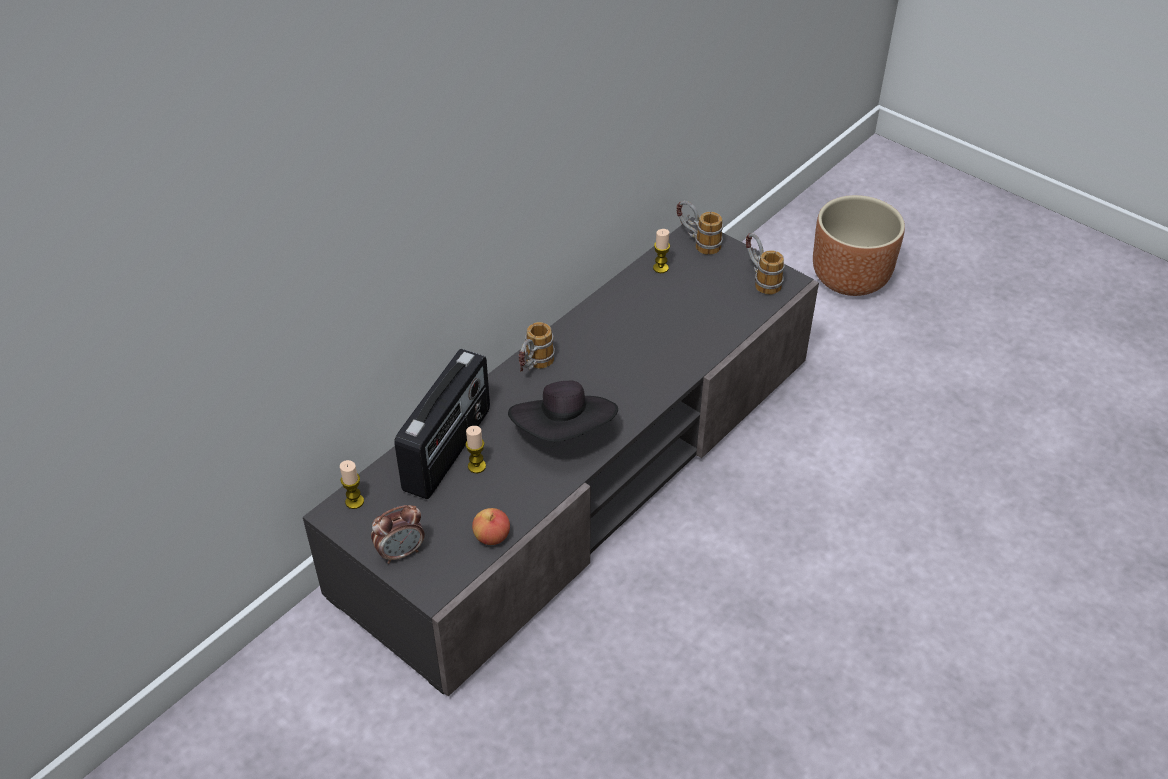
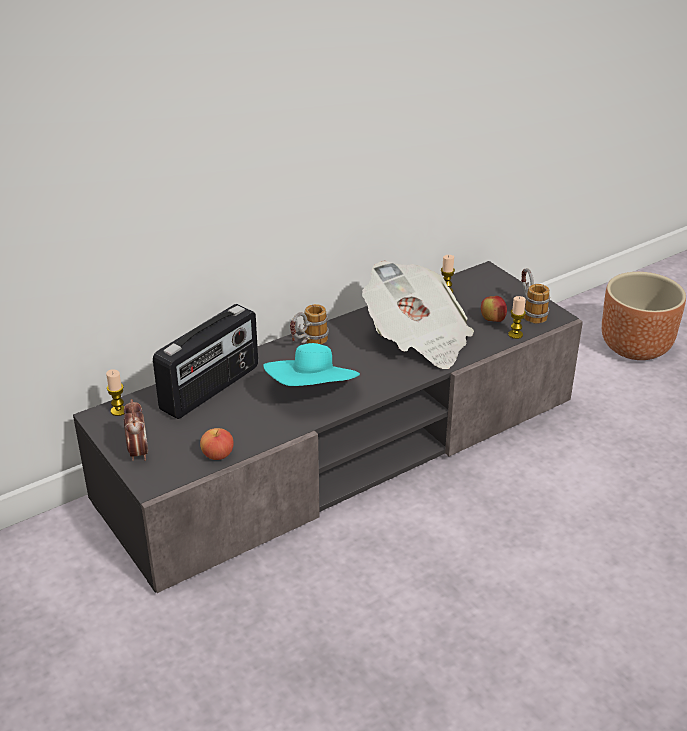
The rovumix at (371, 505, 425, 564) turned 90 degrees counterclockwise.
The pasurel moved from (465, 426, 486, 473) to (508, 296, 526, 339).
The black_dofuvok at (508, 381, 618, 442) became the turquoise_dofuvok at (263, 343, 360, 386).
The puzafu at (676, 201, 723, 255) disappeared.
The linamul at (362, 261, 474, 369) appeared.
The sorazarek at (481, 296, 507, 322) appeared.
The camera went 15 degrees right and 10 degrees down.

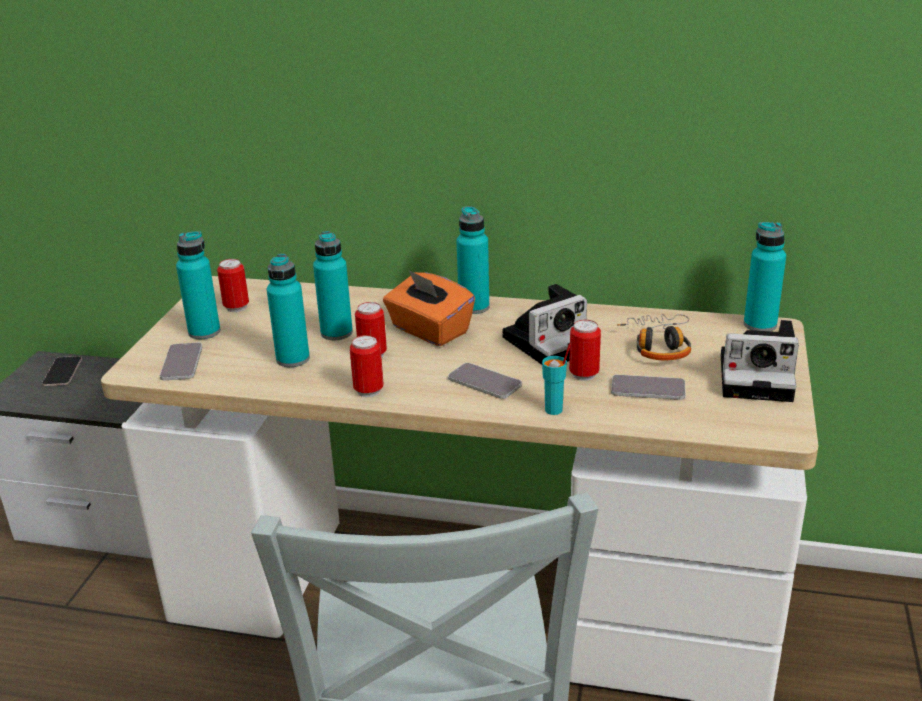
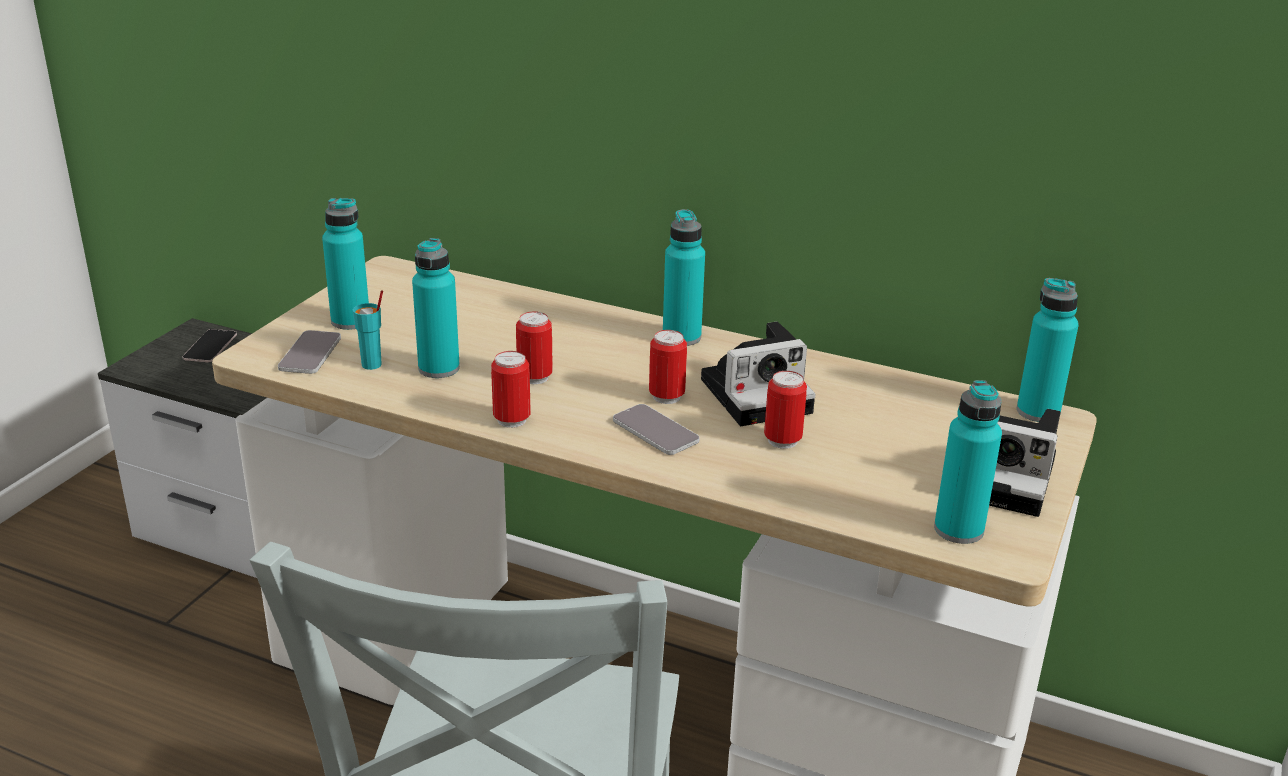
The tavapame moved from (217, 259, 249, 312) to (649, 330, 687, 404).
The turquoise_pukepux moved from (313, 231, 353, 340) to (934, 380, 1002, 544).
The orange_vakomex at (383, 270, 475, 346) disappeared.
The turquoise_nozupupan moved from (542, 343, 571, 415) to (353, 290, 383, 370).
The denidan at (611, 375, 686, 400) disappeared.
The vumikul at (617, 314, 691, 360) disappeared.
The camera went 10 degrees right and 0 degrees up.

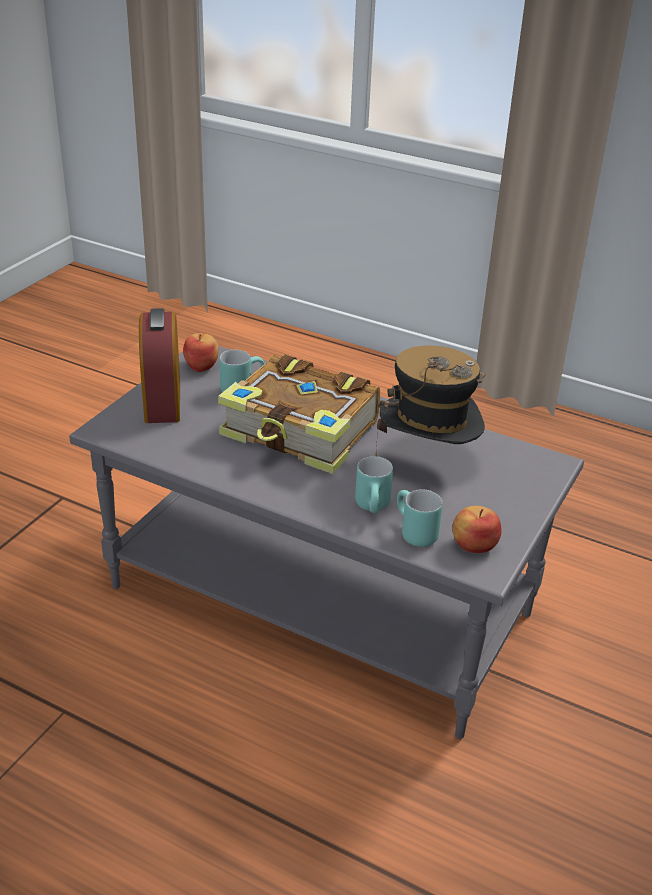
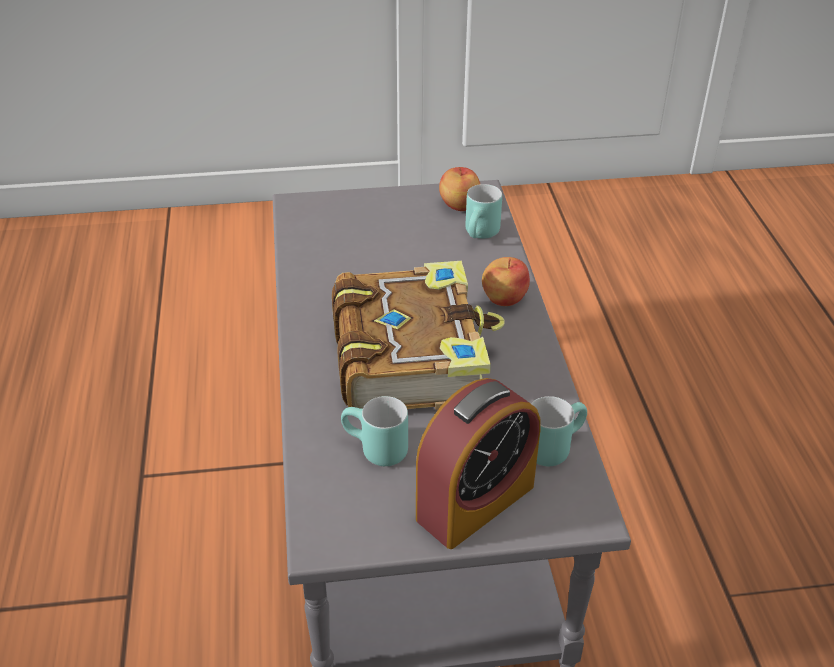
The sorazarek moved from (183, 333, 219, 372) to (482, 257, 530, 306).
The turquoise_puzafu moved from (355, 456, 393, 513) to (531, 396, 587, 466).
The dofuvok at (375, 345, 486, 456) disappeared.
The camera went 125 degrees left and 5 degrees up.

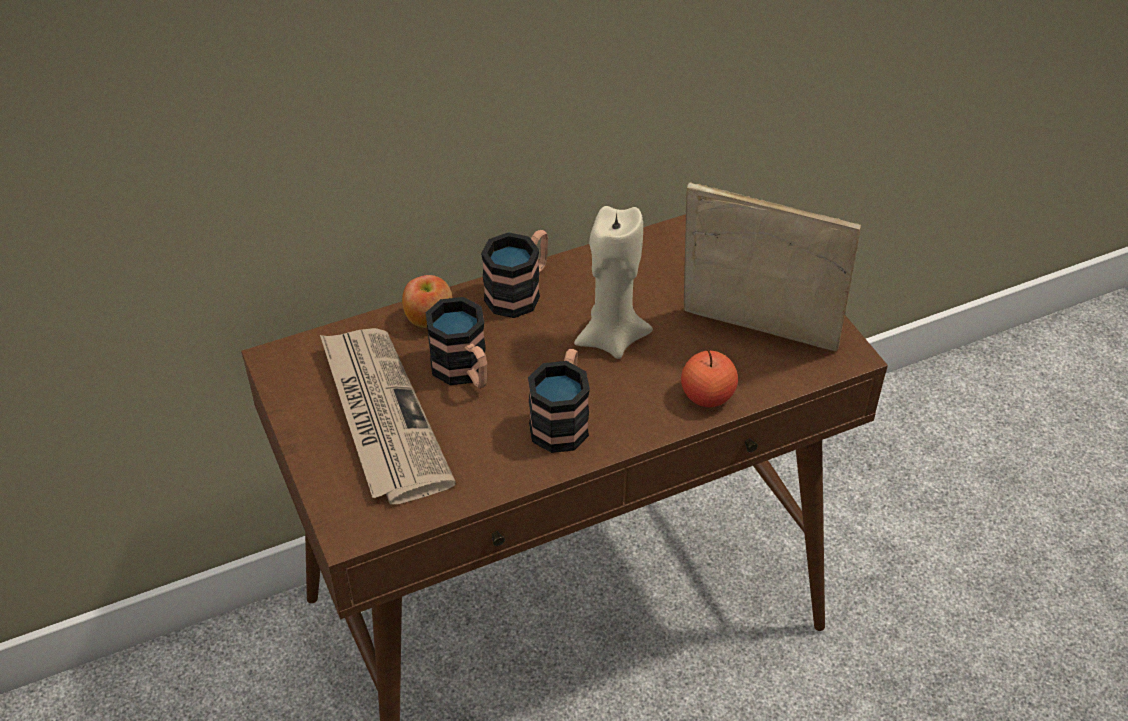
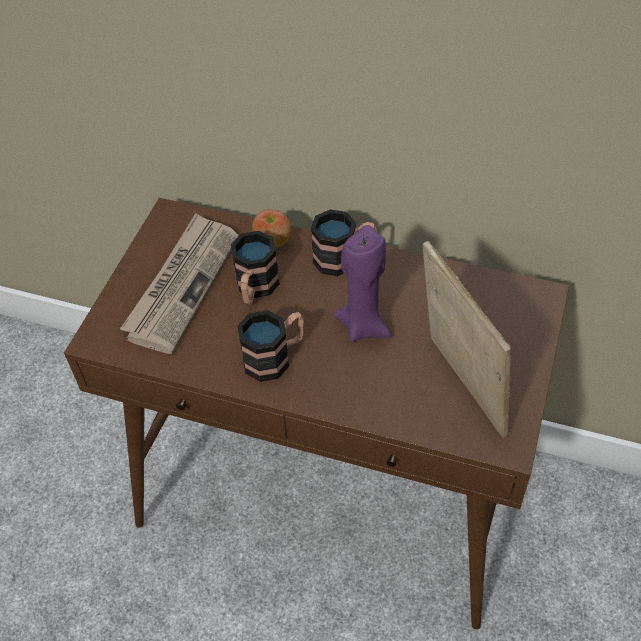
The beige_pasurel at (574, 206, 653, 359) became the purple_pasurel at (333, 225, 392, 342).
The sorazarek at (681, 349, 738, 407) disappeared.
The camera went 45 degrees right and 5 degrees up.

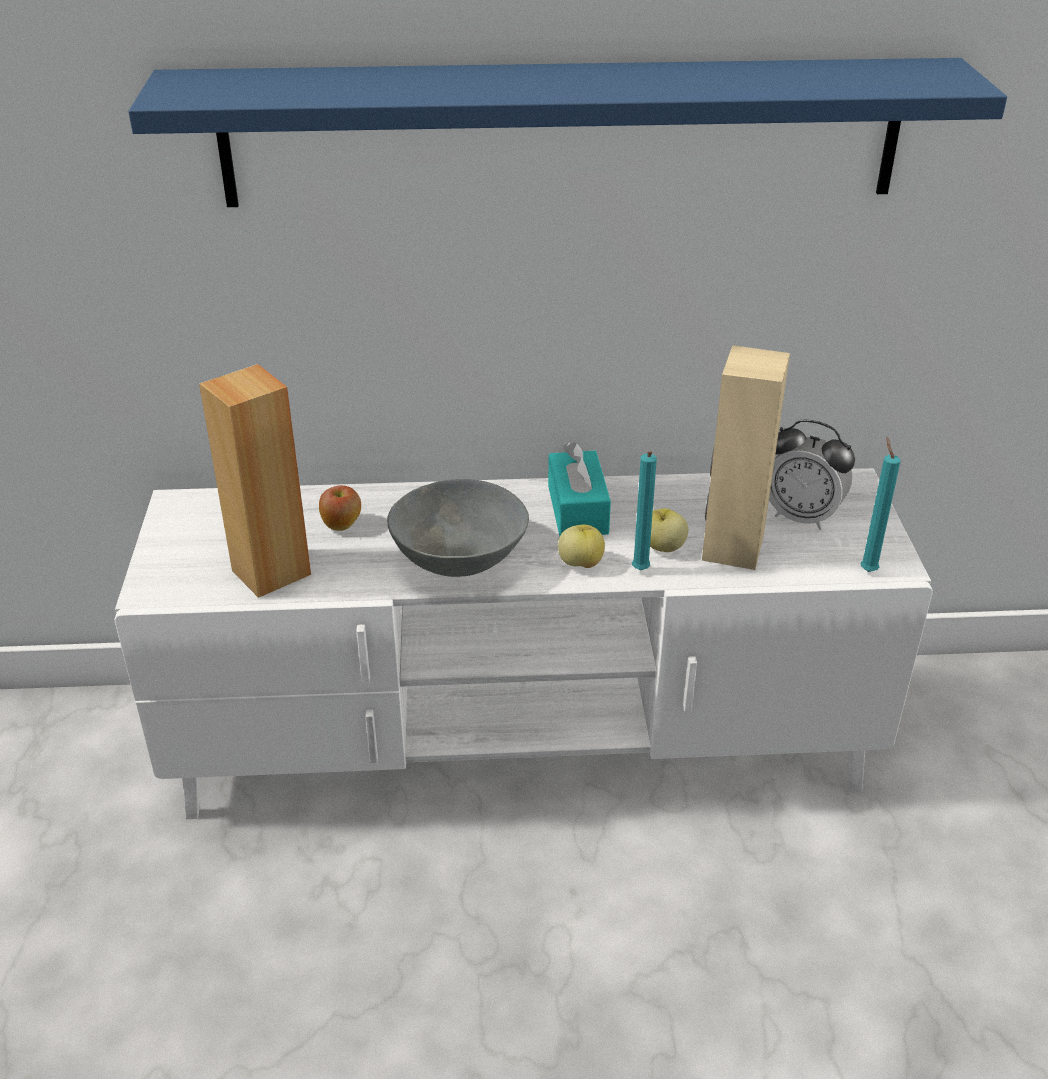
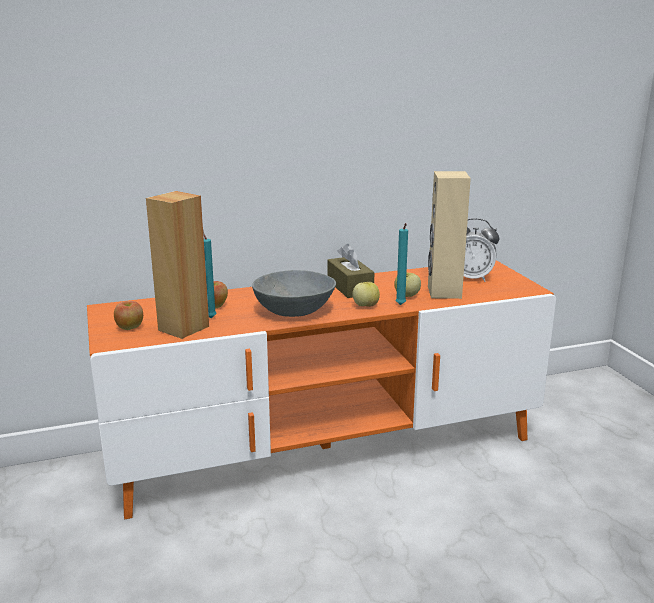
The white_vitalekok at (115, 468, 933, 819) became the orange_vitalekok at (87, 260, 556, 519).
The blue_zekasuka at (128, 58, 1007, 207) disappeared.
The turquoise_vakomex at (548, 442, 611, 536) became the brown_vakomex at (327, 244, 374, 298).
The turquoise_pasurel moved from (860, 437, 901, 572) to (203, 230, 217, 318).
The sorazarek at (114, 301, 143, 330) appeared.
The camera went 15 degrees left and 15 degrees down.

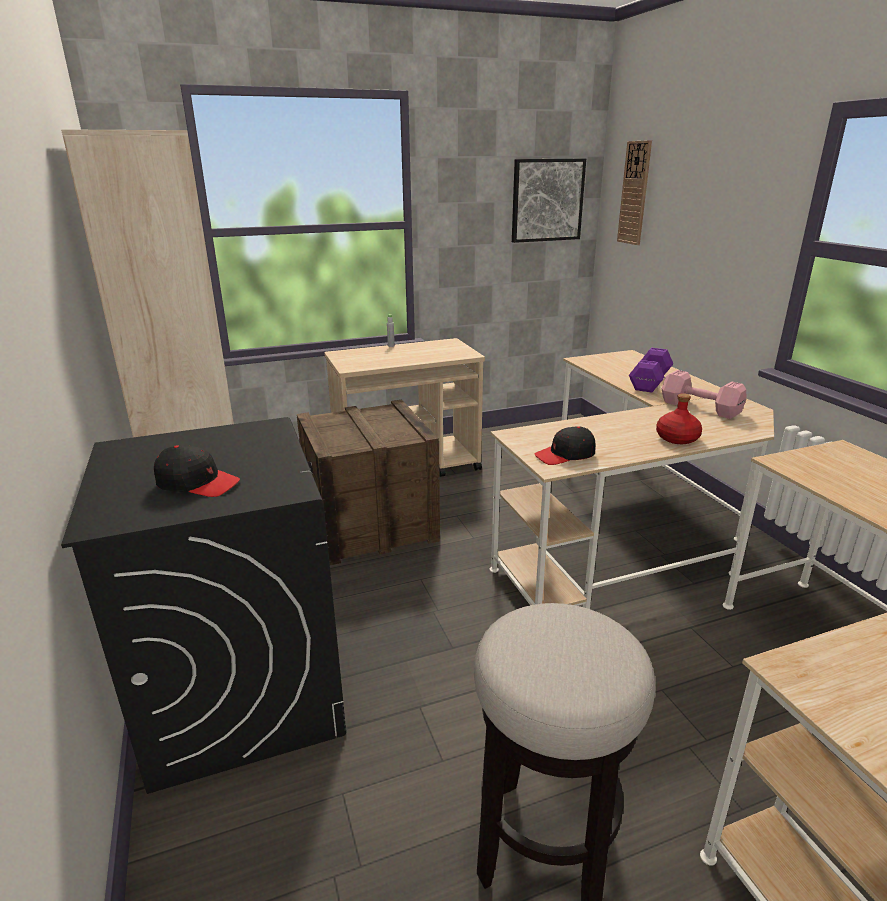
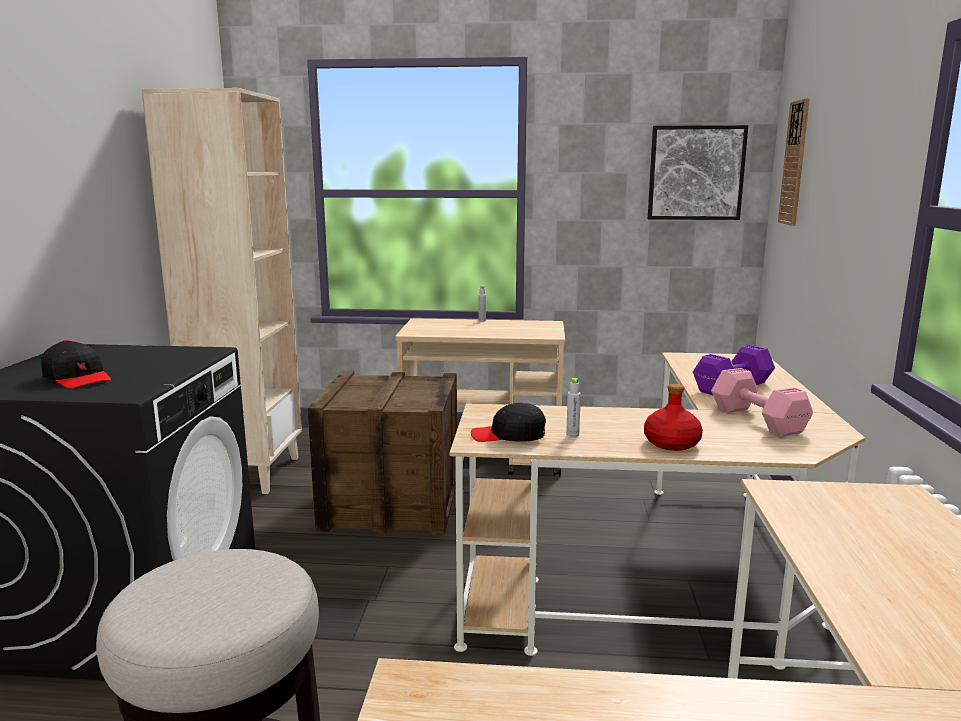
The grey_pukepux at (566, 378, 581, 437) appeared.
The camera went 25 degrees right and 10 degrees down.

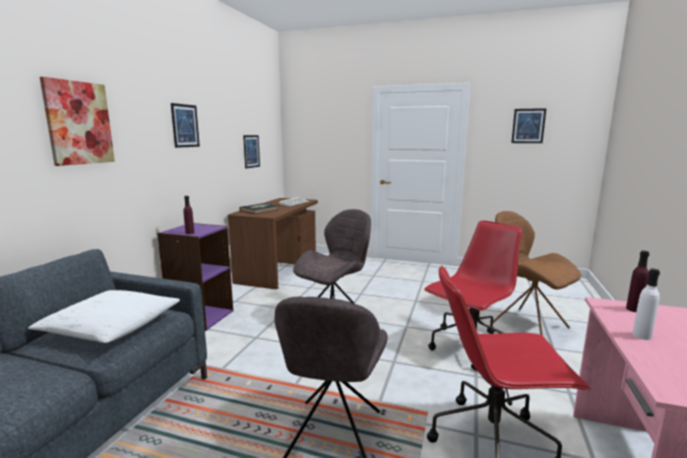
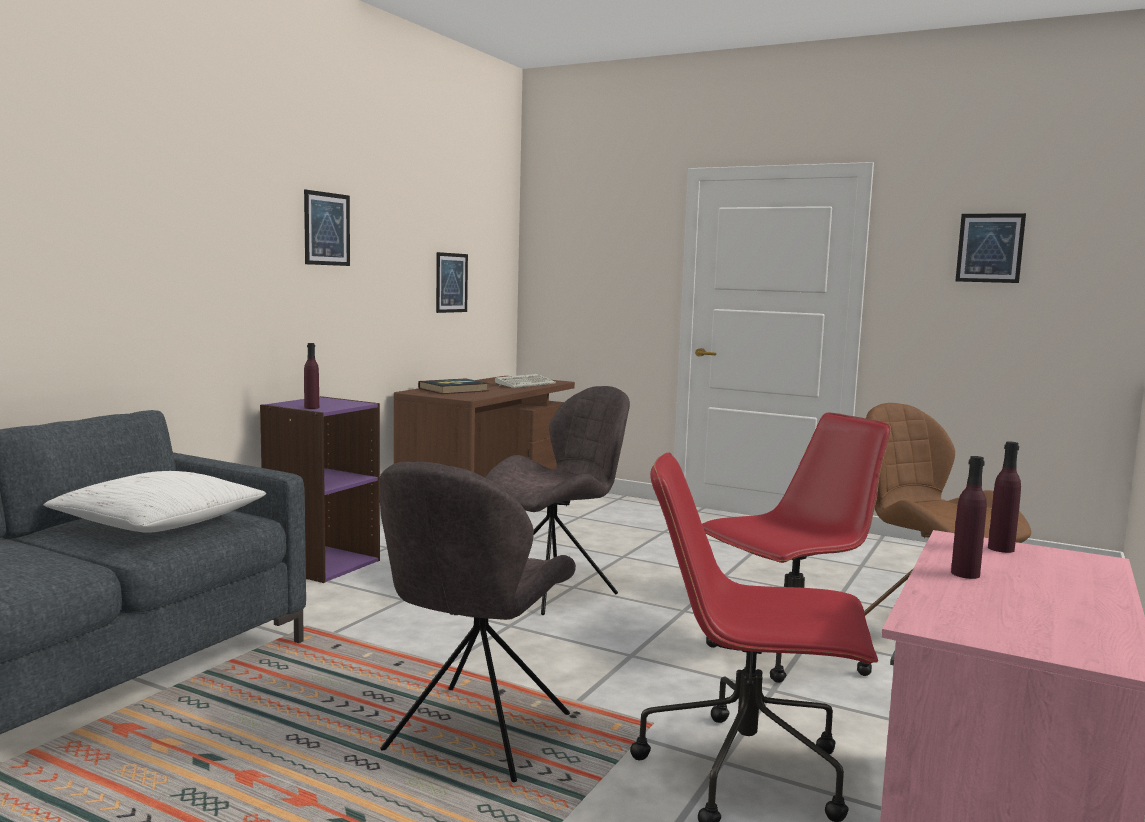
The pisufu at (40, 77, 115, 166) disappeared.
The white_pukepux at (632, 269, 660, 340) became the purple_pukepux at (951, 456, 987, 579).
The camera went 10 degrees right and 5 degrees down.

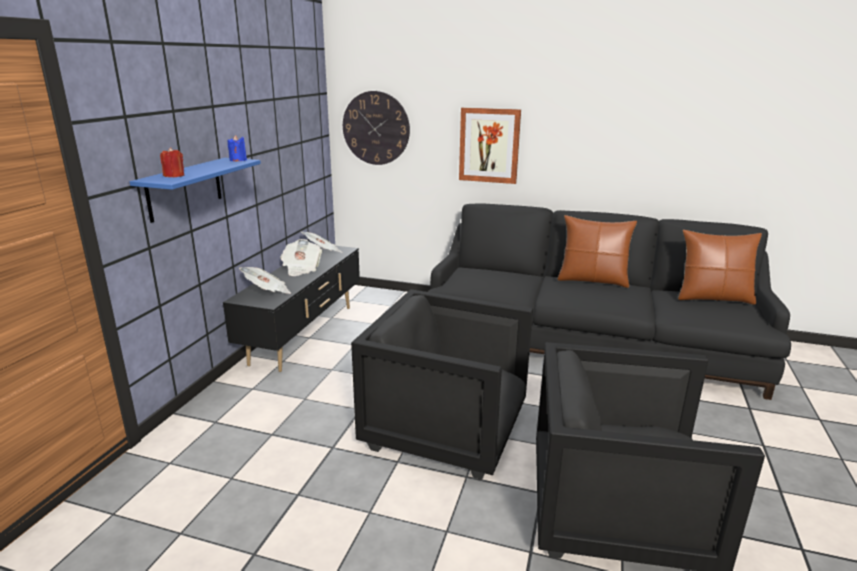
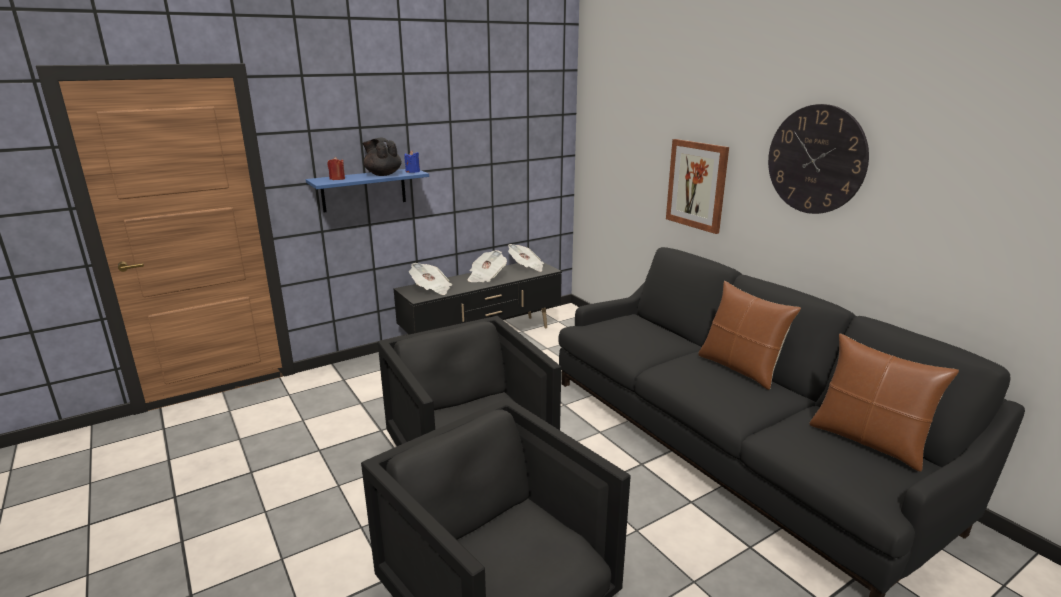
The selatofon moved from (343, 91, 410, 165) to (768, 104, 869, 214).
The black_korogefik at (362, 137, 402, 176) appeared.
The camera went 40 degrees right and 0 degrees up.

